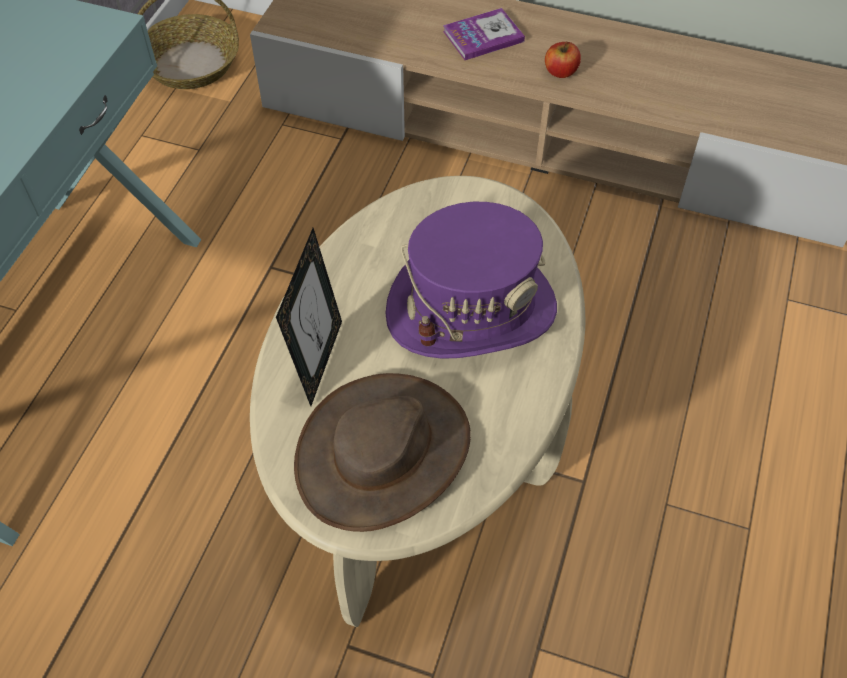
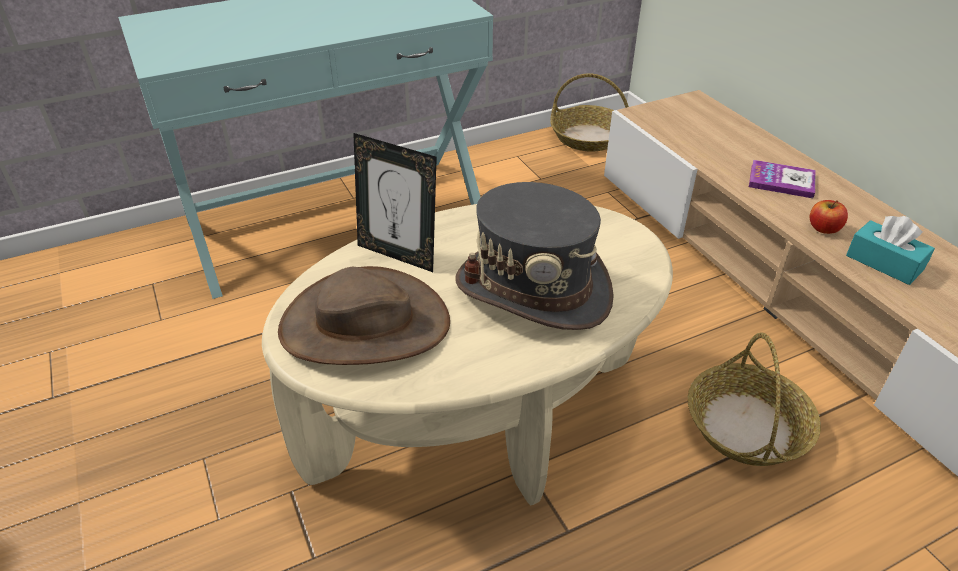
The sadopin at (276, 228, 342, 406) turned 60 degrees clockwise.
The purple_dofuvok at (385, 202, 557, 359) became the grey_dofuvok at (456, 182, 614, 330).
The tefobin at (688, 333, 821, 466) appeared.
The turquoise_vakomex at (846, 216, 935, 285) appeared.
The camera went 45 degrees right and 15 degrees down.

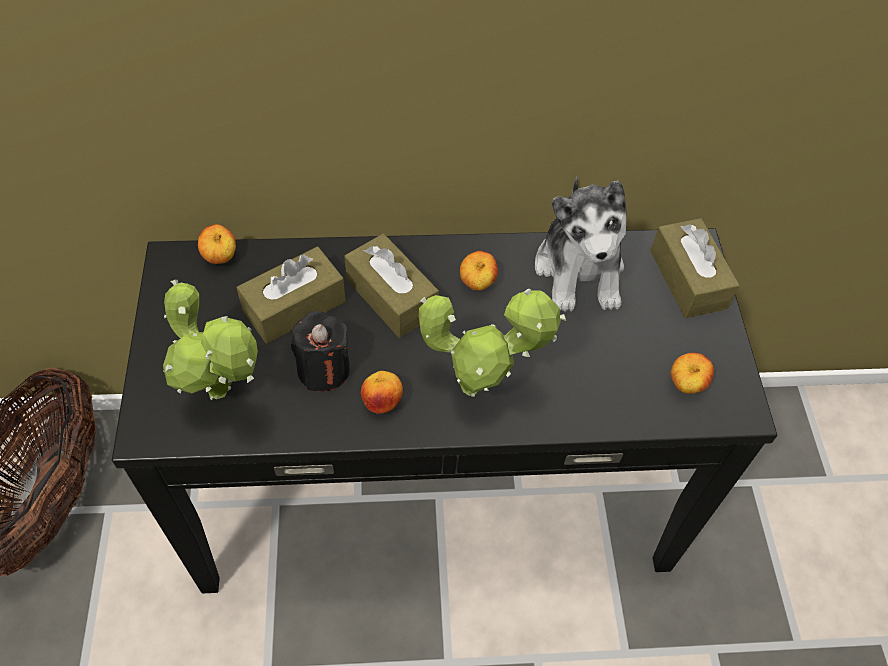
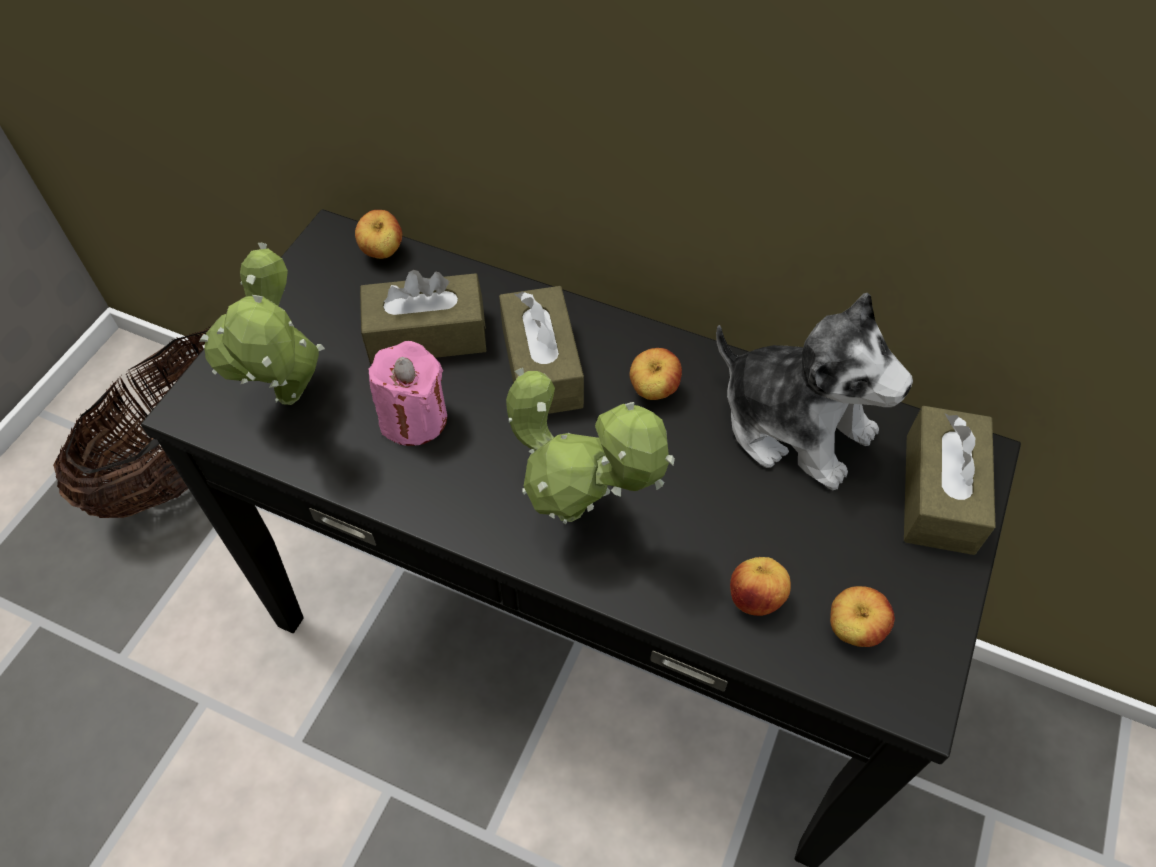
The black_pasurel at (291, 311, 350, 392) became the pink_pasurel at (369, 341, 447, 446).
The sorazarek moved from (361, 371, 403, 414) to (730, 557, 791, 616).
The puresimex at (535, 177, 627, 312) turned 75 degrees counterclockwise.
The camera went 30 degrees right and 0 degrees up.

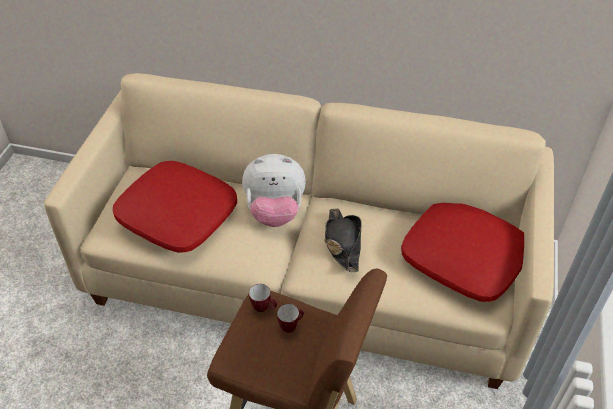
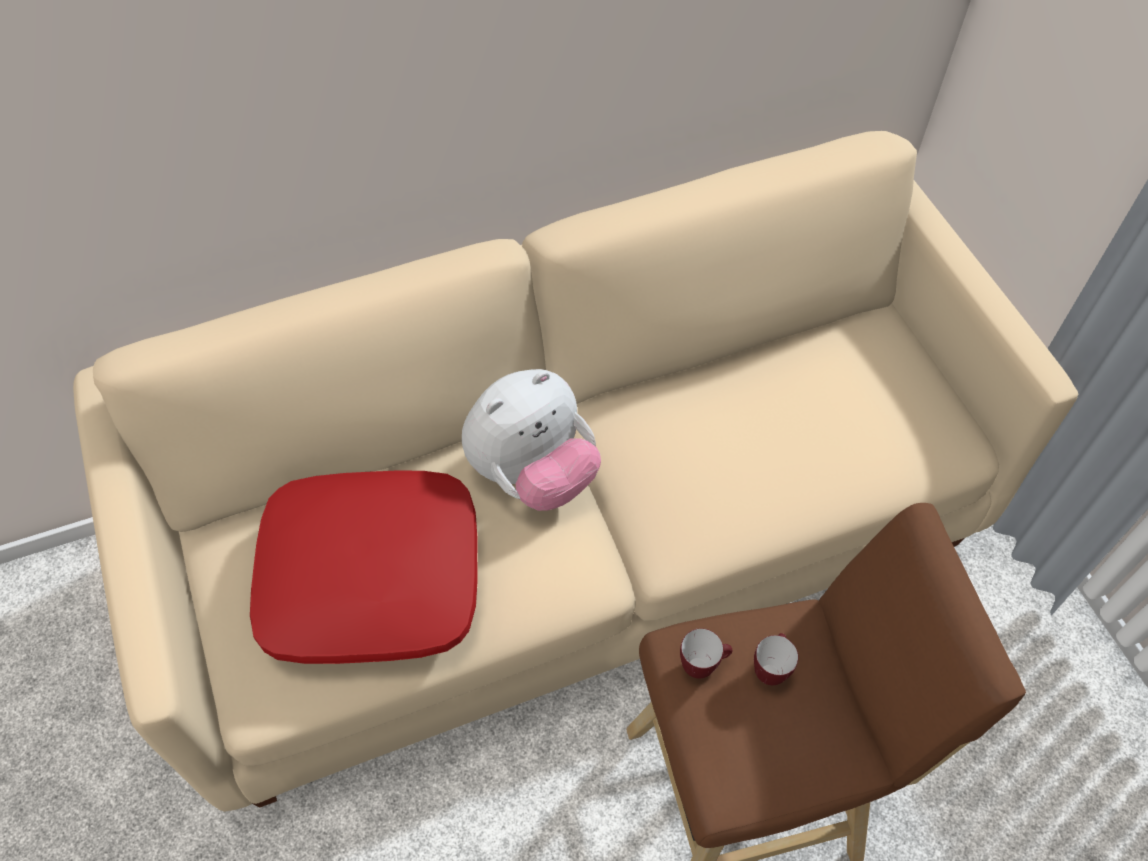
The black_dofuvok at (324, 209, 362, 272) disappeared.
The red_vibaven at (401, 203, 524, 302) disappeared.
The camera went 35 degrees left and 10 degrees up.

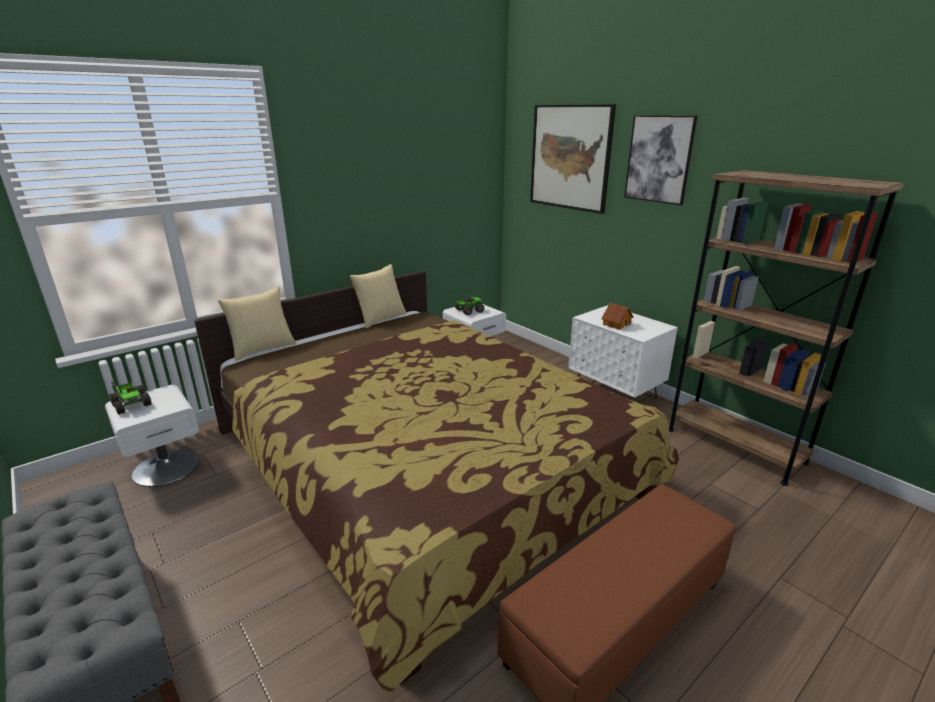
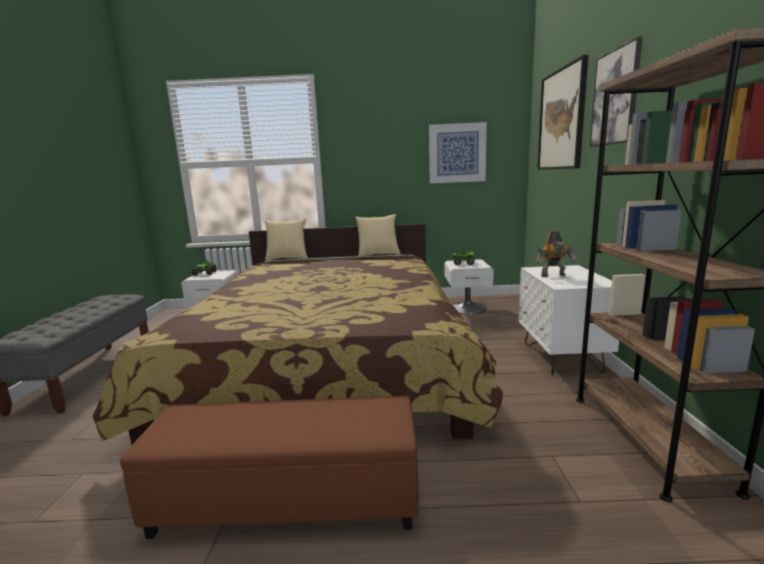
The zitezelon at (601, 303, 633, 330) was replaced by the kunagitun at (537, 231, 577, 277).
The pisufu at (429, 122, 487, 184) appeared.
The camera went 40 degrees right and 10 degrees down.

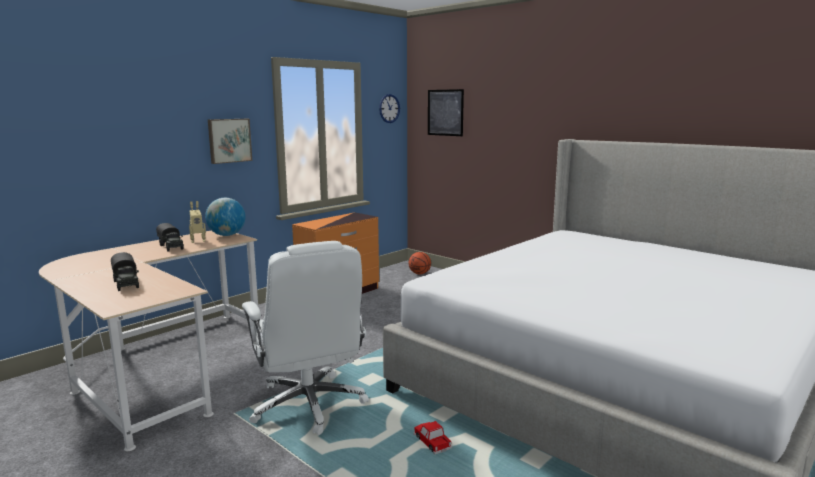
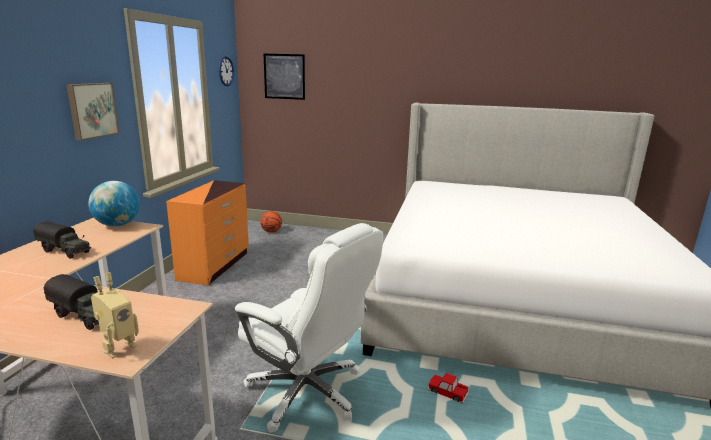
The kunagitun moved from (189, 201, 206, 243) to (91, 272, 139, 358).
The camera went 30 degrees left and 5 degrees up.

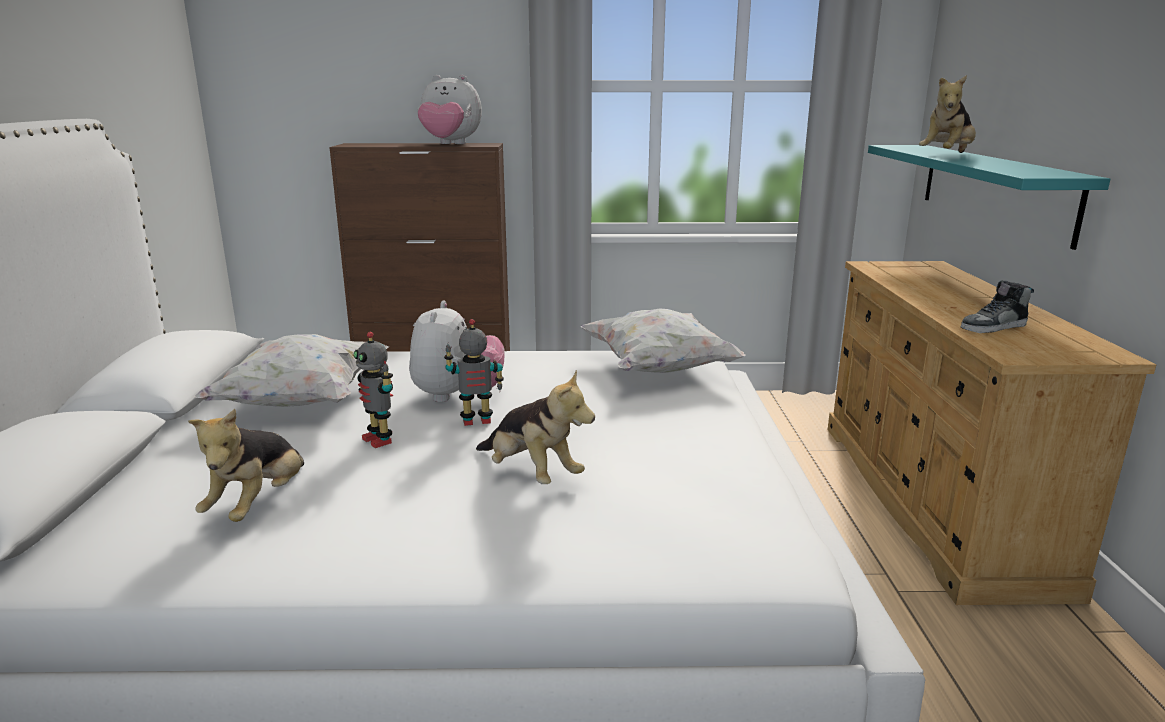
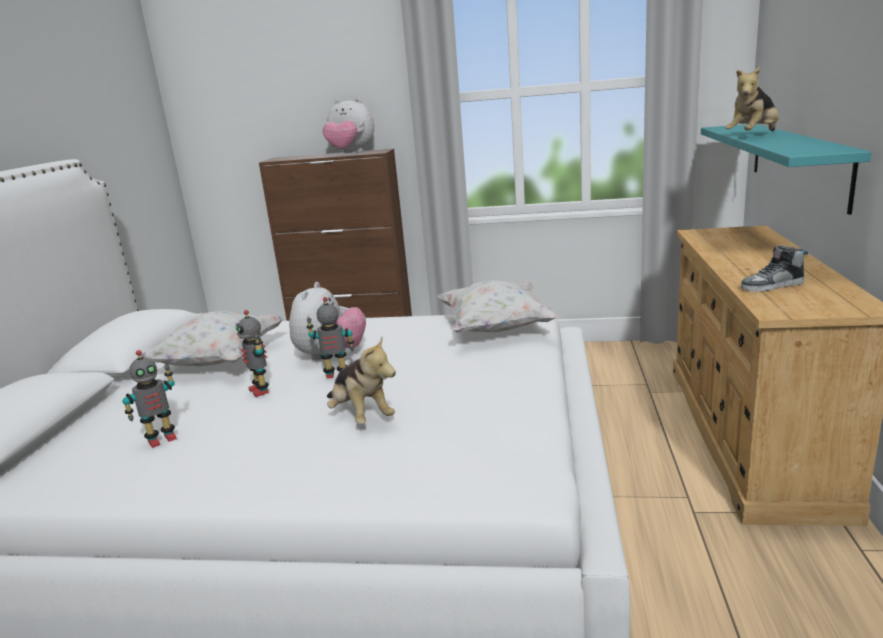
The puresimex at (188, 409, 304, 522) was replaced by the kunagitun at (122, 350, 177, 448).
The camera went 10 degrees right and 0 degrees up.

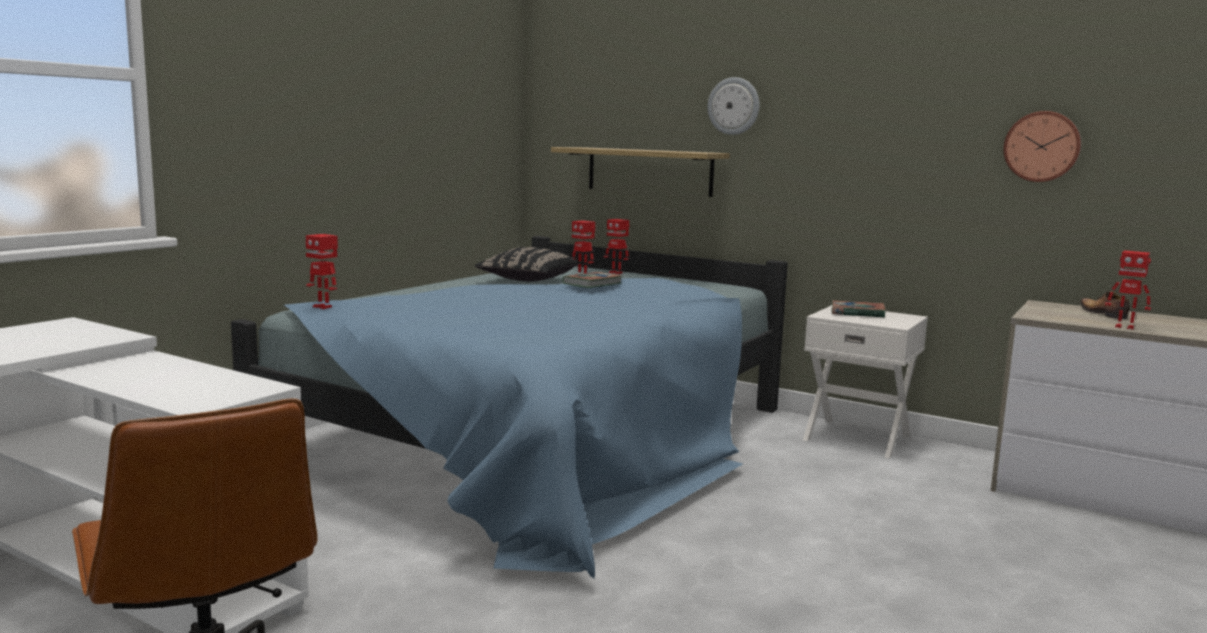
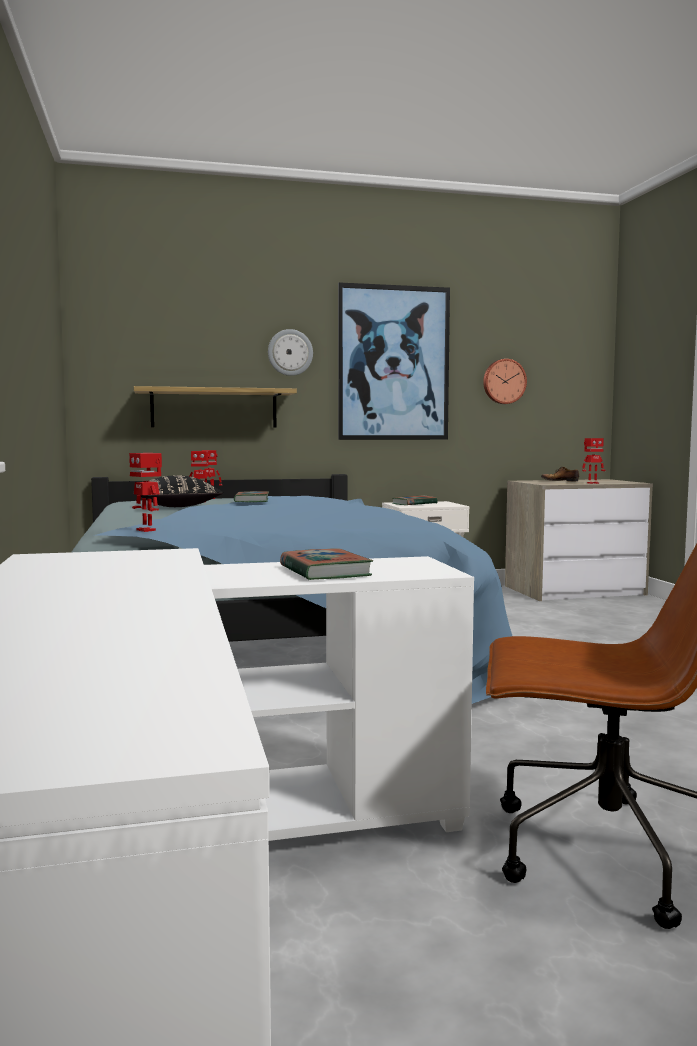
The kunagitun at (305, 234, 338, 309) turned 60 degrees clockwise.
The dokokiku at (280, 548, 373, 580) appeared.
The pisufu at (338, 282, 450, 440) appeared.
The camera went 45 degrees left and 5 degrees down.

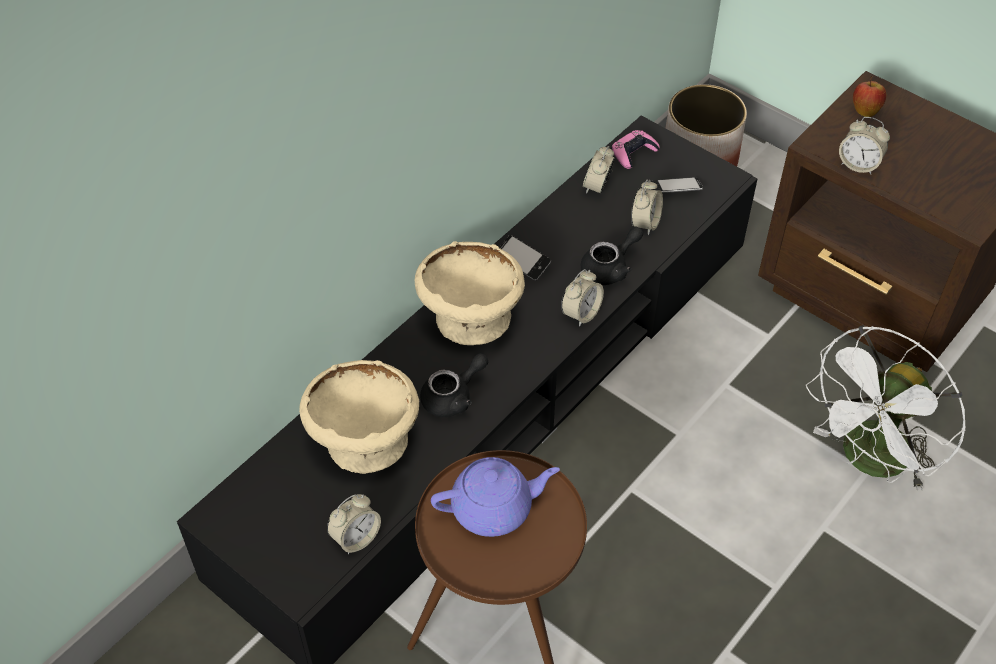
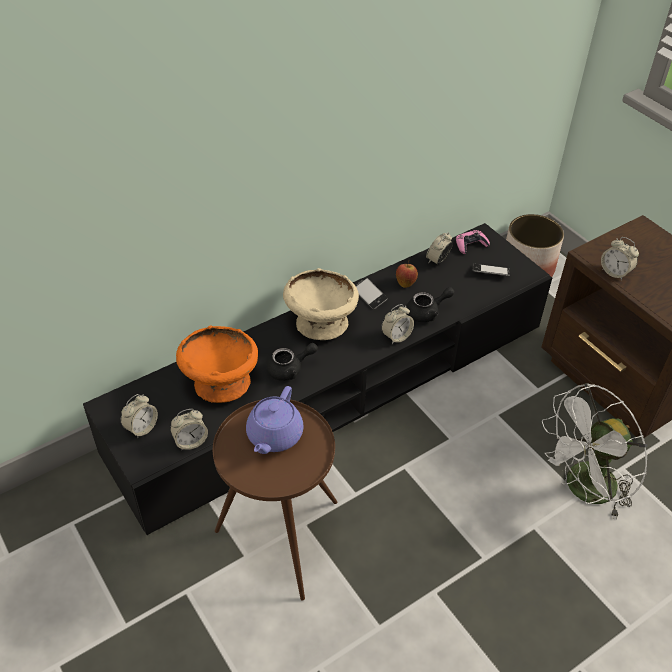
The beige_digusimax at (299, 360, 419, 474) became the orange_digusimax at (176, 326, 258, 403).
The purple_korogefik at (431, 457, 560, 537) turned 105 degrees clockwise.
The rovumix moved from (631, 179, 663, 235) to (121, 394, 158, 439).
The sorazarek moved from (853, 76, 886, 117) to (396, 261, 418, 288).
The camera went 15 degrees right and 5 degrees down.

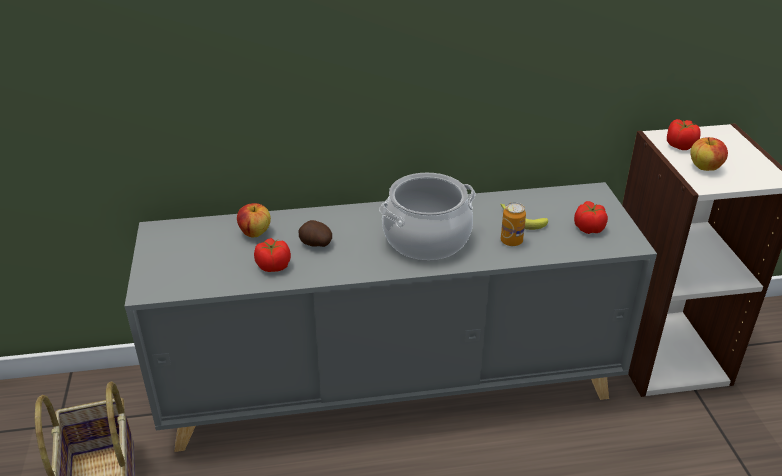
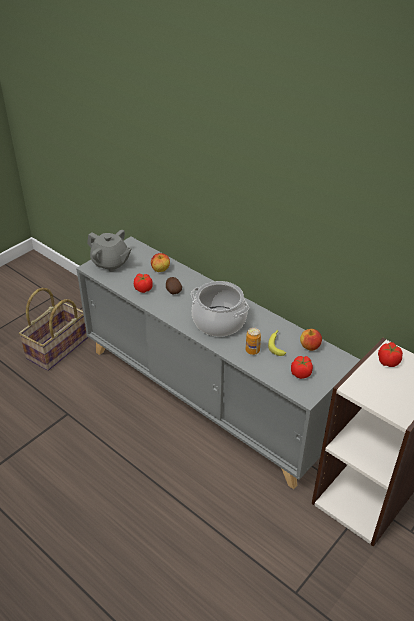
The sorazarek moved from (690, 137, 728, 171) to (300, 329, 322, 351).
The grey_korogefik at (87, 230, 132, 272) appeared.
The camera went 50 degrees right and 5 degrees up.

